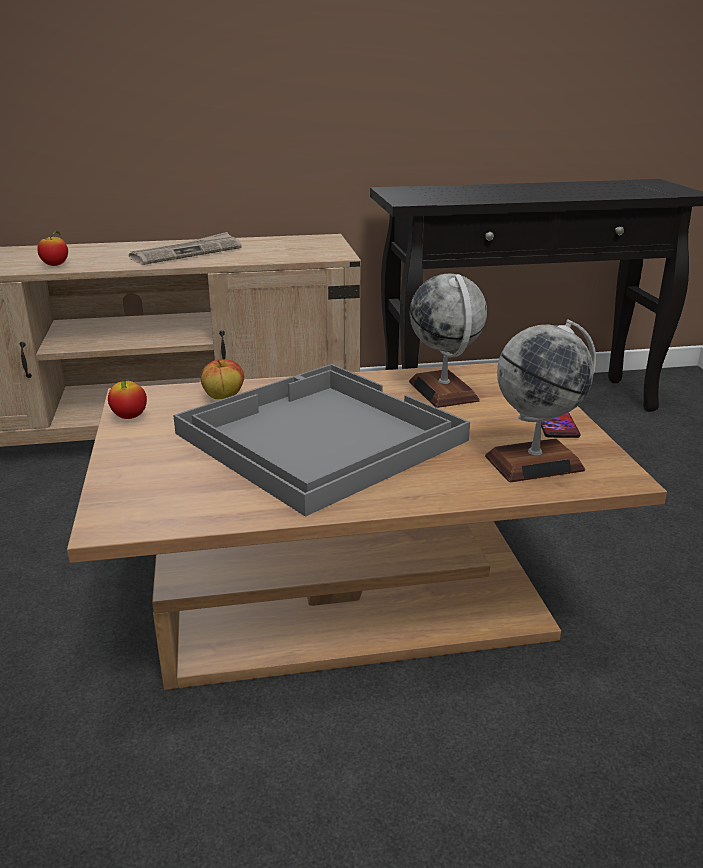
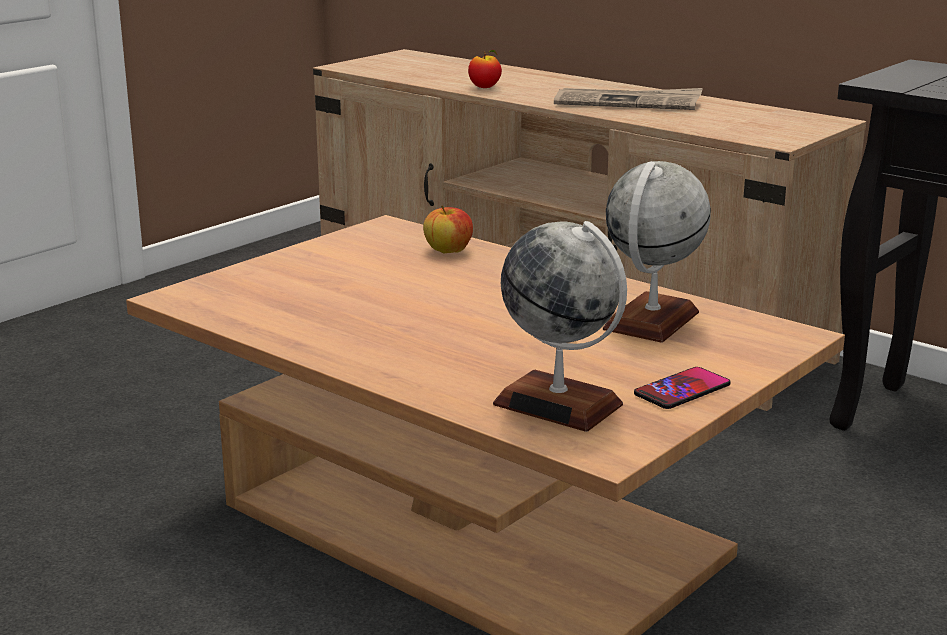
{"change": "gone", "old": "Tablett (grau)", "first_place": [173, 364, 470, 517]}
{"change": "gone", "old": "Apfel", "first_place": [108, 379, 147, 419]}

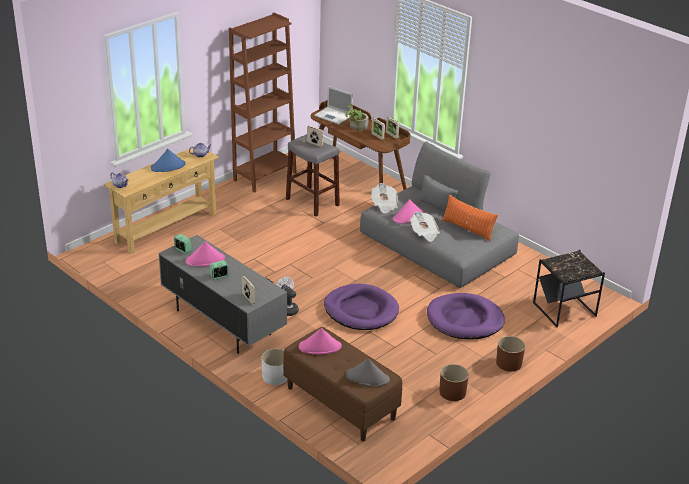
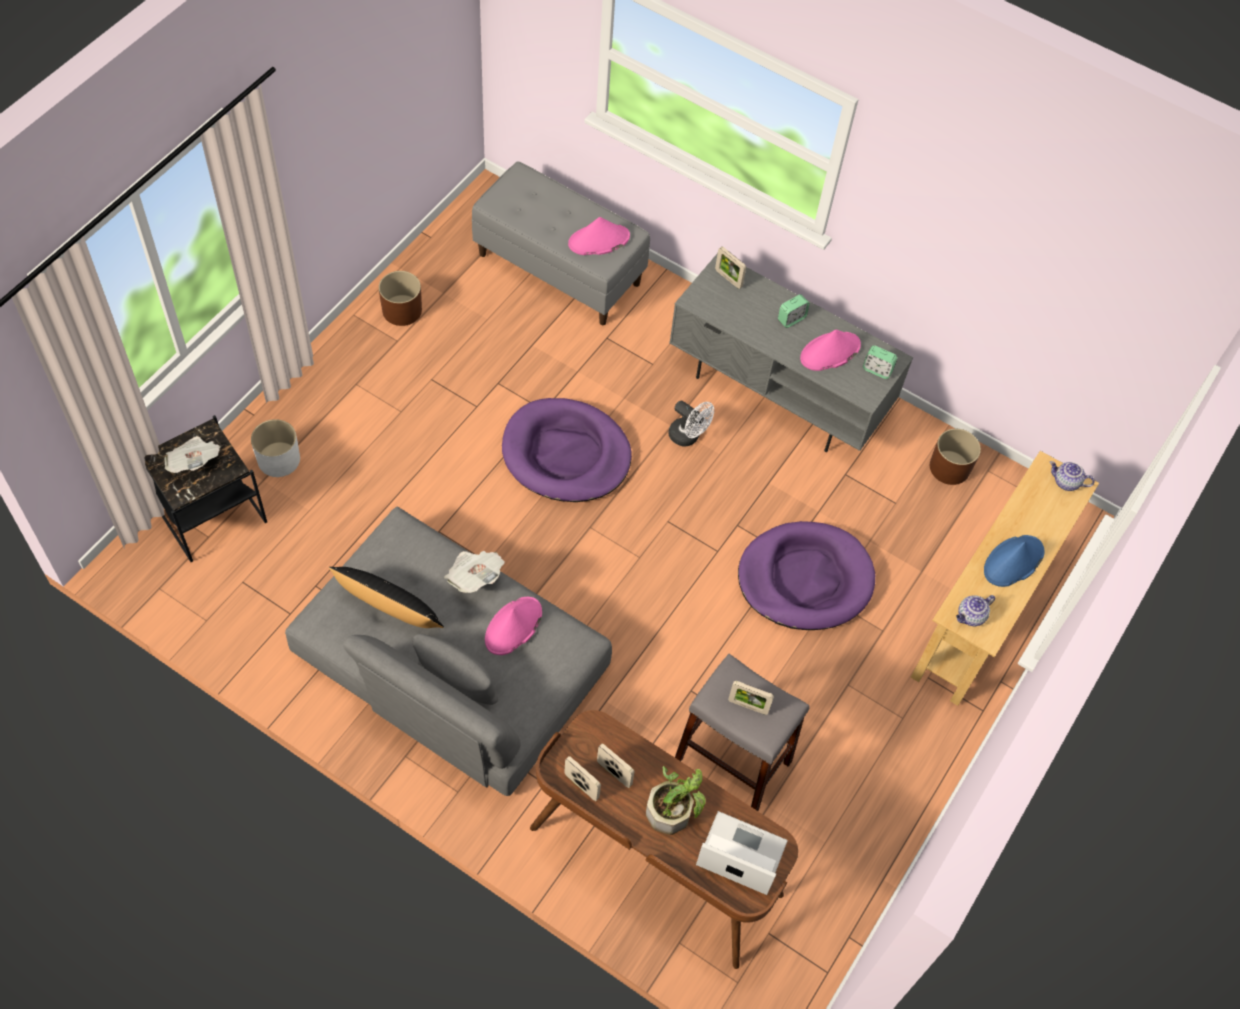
{"change": "gone", "old": "Bücherregal (braun)", "first_place": [229, 13, 296, 192]}
{"change": "shifted", "old": "Zeitung", "first_place": [371, 183, 398, 213], "second_place": [164, 436, 221, 473]}
{"change": "repainted", "old": "Kissen (orange)", "new": "Kissen (schwarz)", "first_place": [442, 195, 498, 241], "second_place": [329, 567, 444, 628]}
{"change": "shifted", "old": "Hundebett (lila)", "first_place": [427, 293, 505, 339], "second_place": [738, 521, 875, 630]}
{"change": "repainted", "old": "Bank (braun)", "new": "Bank (grau)", "first_place": [283, 327, 402, 441], "second_place": [472, 161, 650, 325]}
{"change": "shifted", "old": "Pflanzkübel (braun)", "first_place": [496, 336, 525, 372], "second_place": [930, 429, 981, 485]}
{"change": "shifted", "old": "Pflanzkübel (weiß)", "first_place": [262, 349, 287, 385], "second_place": [251, 419, 300, 477]}
{"change": "gone", "old": "Hut (grau)", "first_place": [346, 359, 390, 387]}

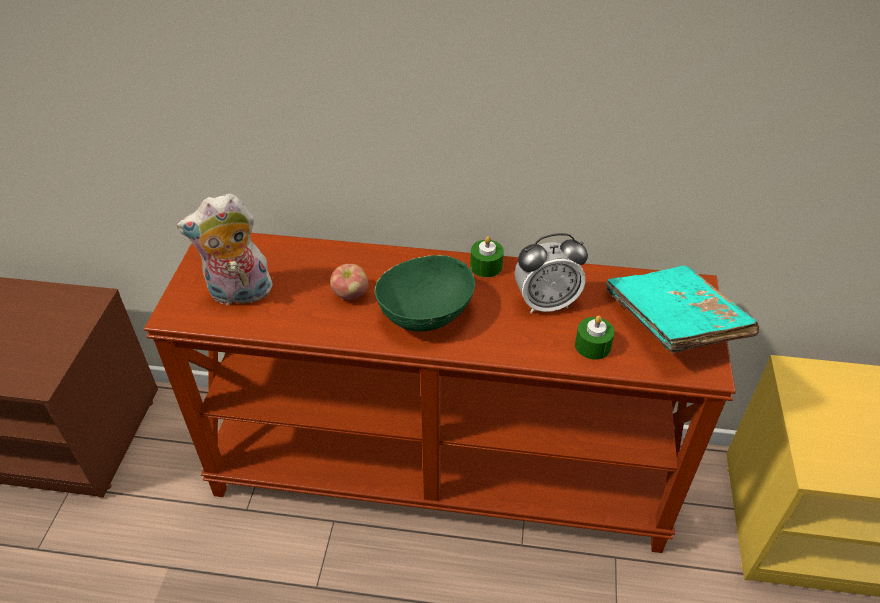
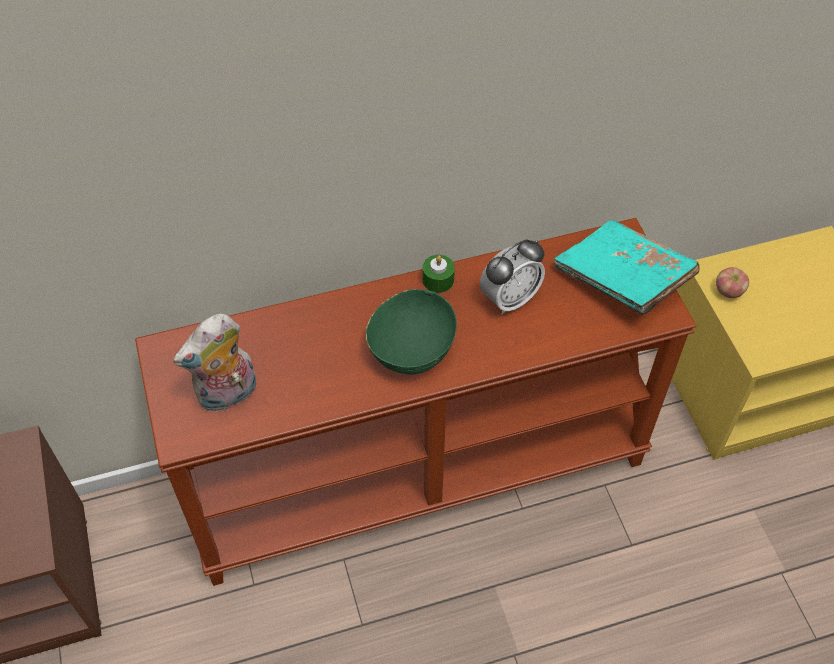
{"change": "shifted", "old": "Apfel", "first_place": [330, 264, 368, 300], "second_place": [716, 267, 749, 298]}
{"change": "gone", "old": "Kerze (grün)", "first_place": [575, 316, 615, 360]}

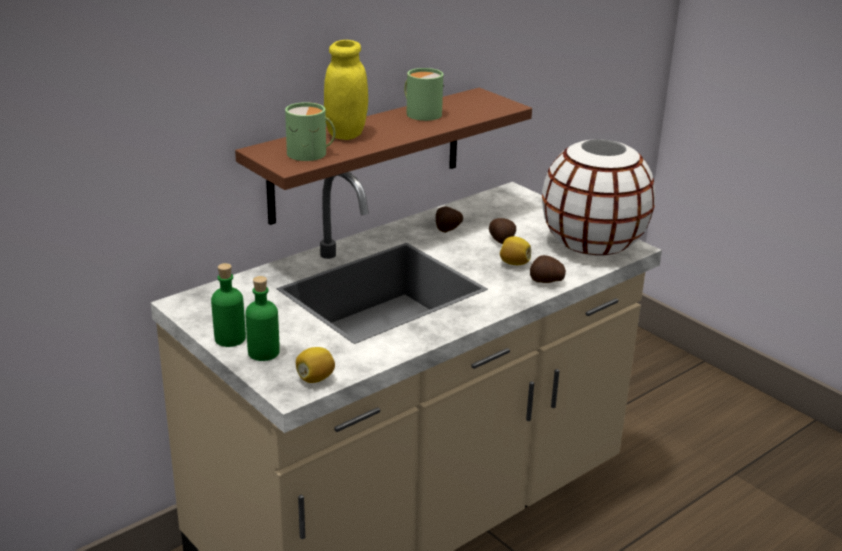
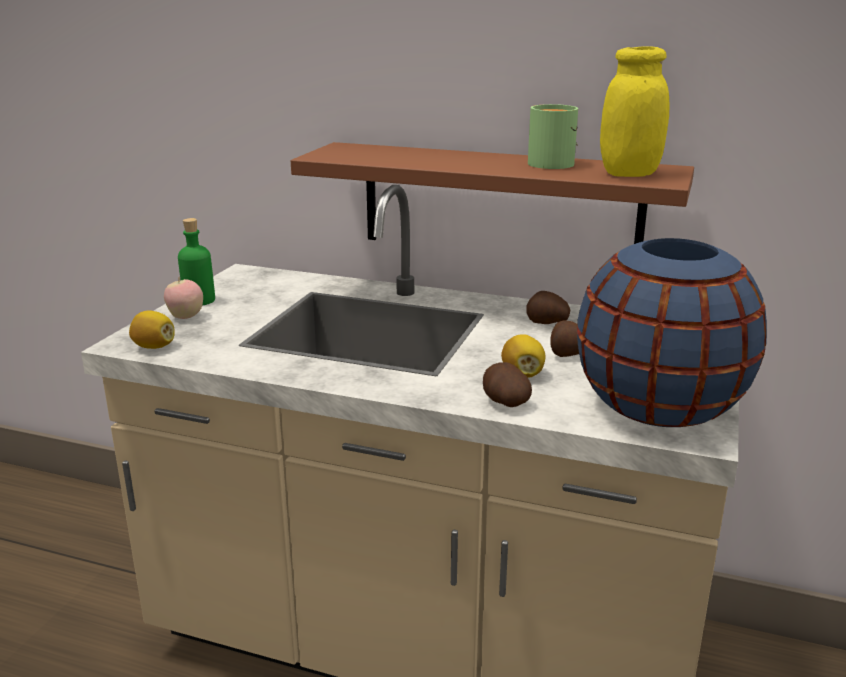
{"change": "shifted", "old": "Vorratsglas (gelb)", "first_place": [324, 40, 368, 140], "second_place": [600, 46, 669, 177]}
{"change": "gone", "old": "Henkelbecher (grün)", "first_place": [285, 102, 336, 161]}
{"change": "repainted", "old": "Vase (weiß)", "new": "Vase (blau)", "first_place": [542, 139, 655, 256], "second_place": [577, 238, 767, 427]}
{"change": "swapped", "old": "Flasche (grün)", "new": "Apfel", "first_place": [245, 276, 280, 361], "second_place": [164, 278, 203, 319]}

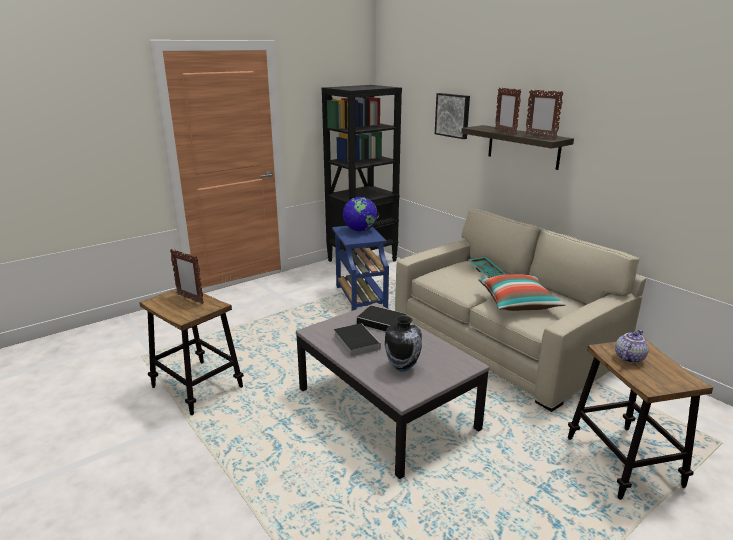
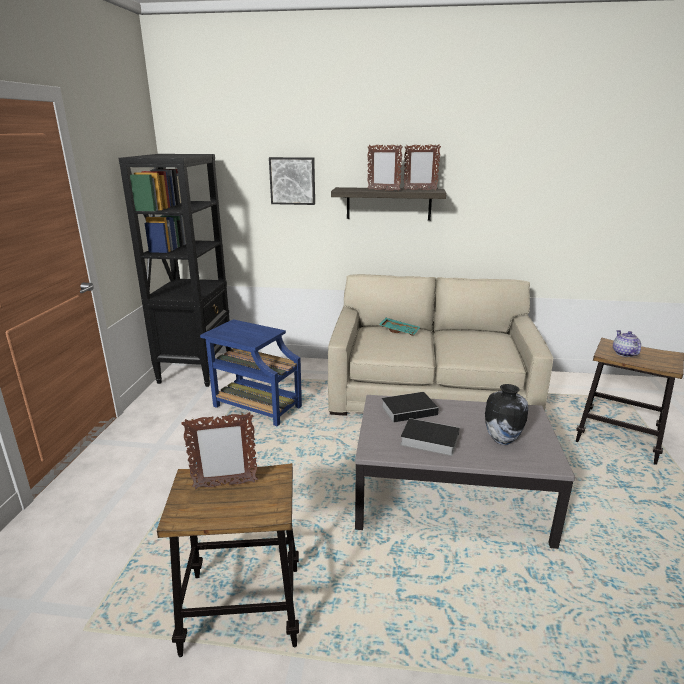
{"change": "gone", "old": "Globus", "first_place": [343, 197, 377, 231]}
{"change": "gone", "old": "Kissen", "first_place": [478, 275, 566, 311]}

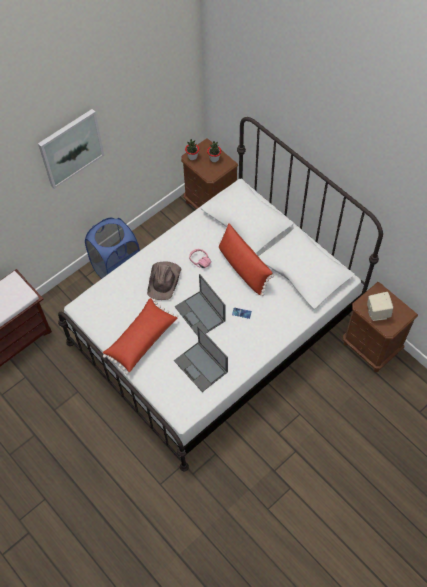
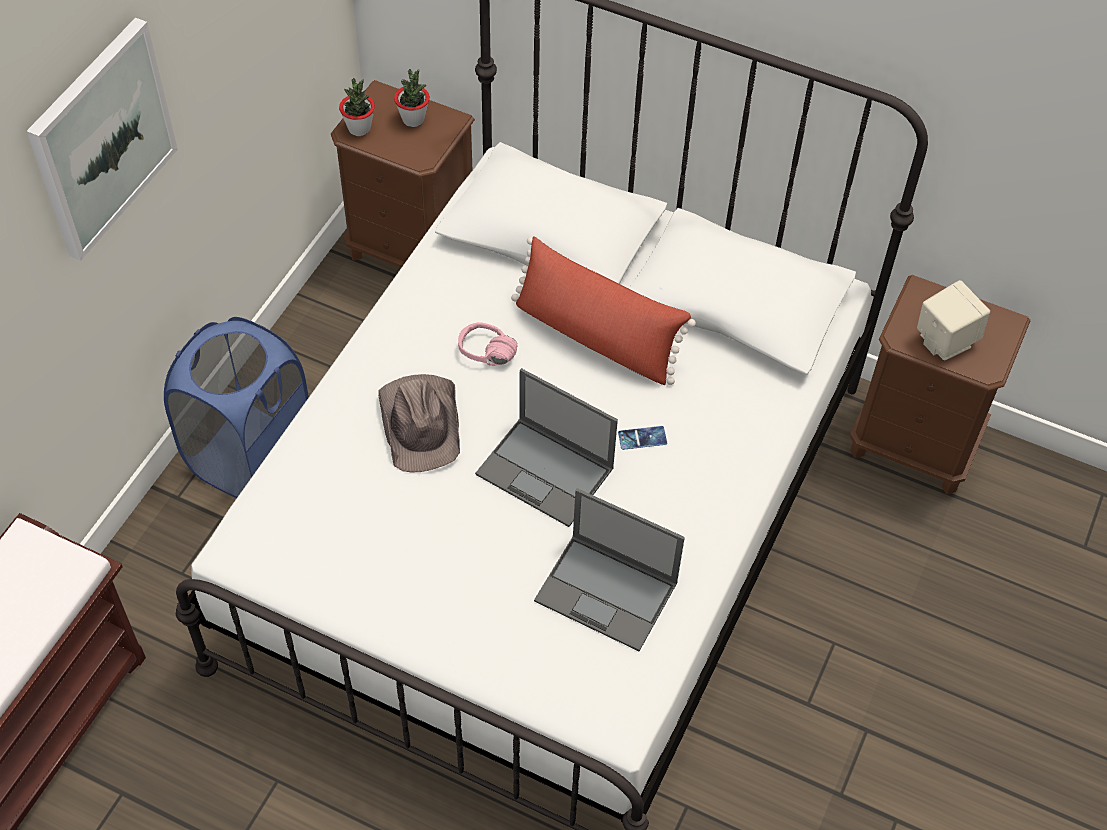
{"change": "gone", "old": "Kissen (rot)", "first_place": [103, 298, 178, 375]}

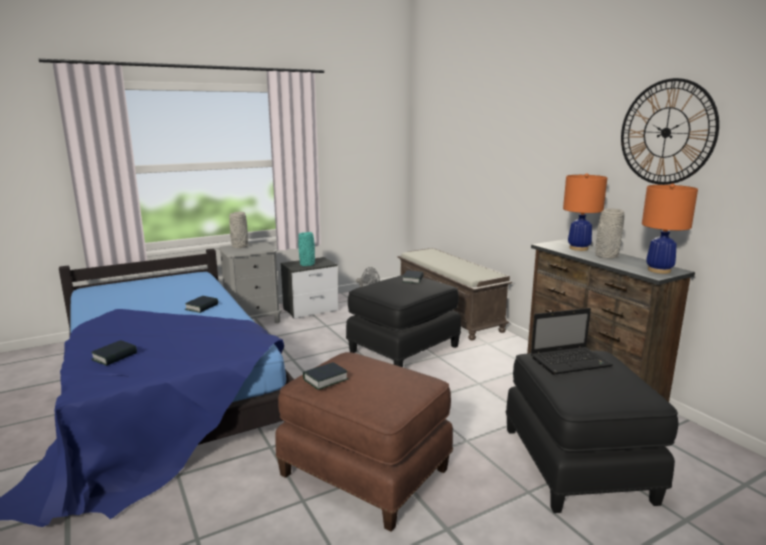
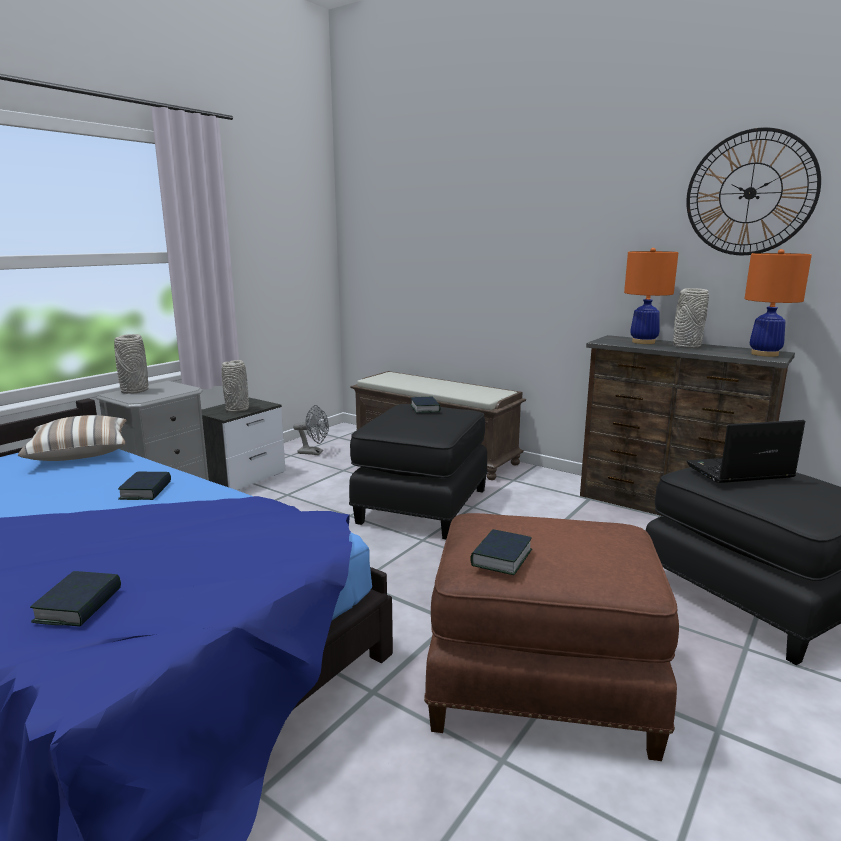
{"change": "repainted", "old": "Vase (türkis)", "new": "Vase (grau)", "first_place": [298, 232, 315, 266], "second_place": [222, 360, 249, 412]}
{"change": "rotated", "old": "Laptop", "first_place": [531, 308, 613, 375], "second_place": [687, 420, 805, 483], "degrees": -150}
{"change": "new", "new": "Kissen", "second_place": [18, 415, 127, 461]}

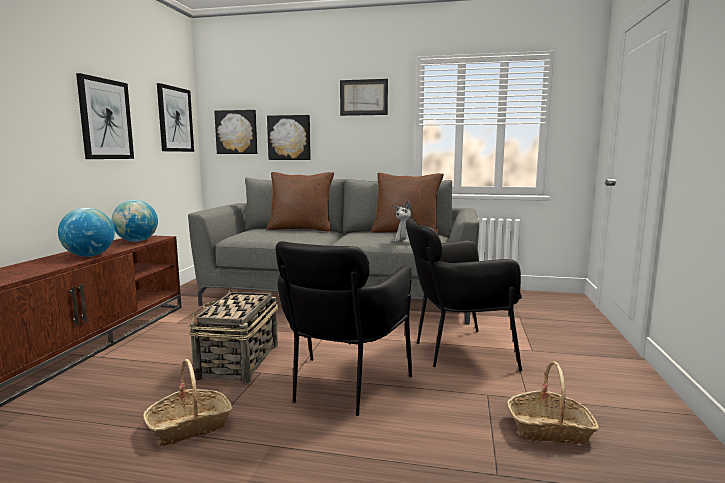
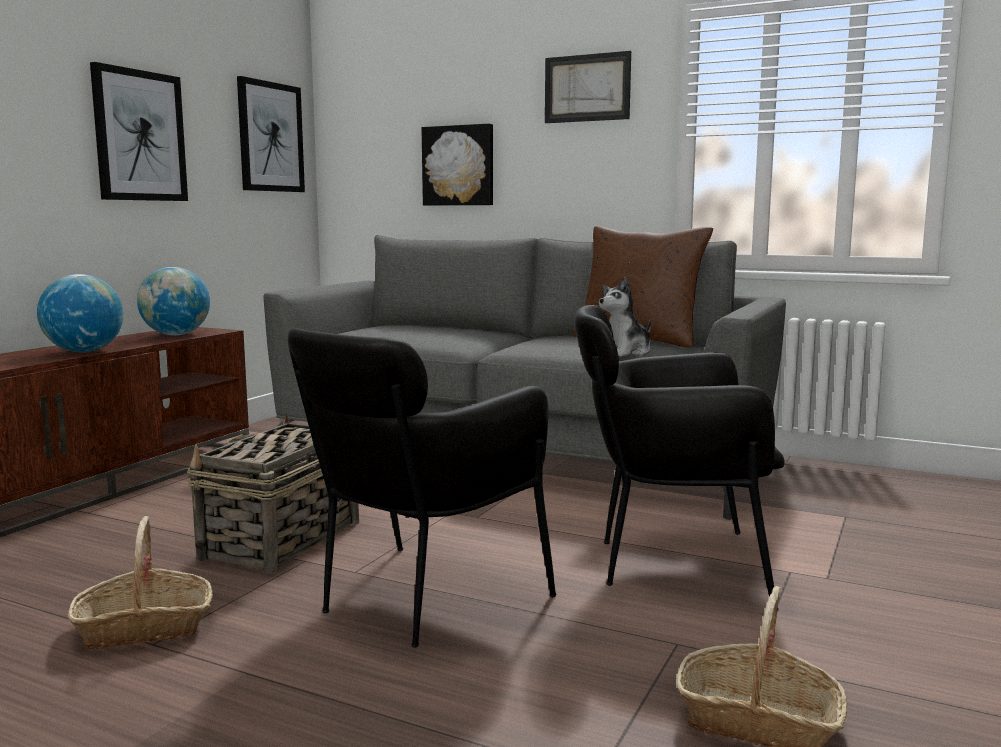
{"change": "gone", "old": "Bild", "first_place": [214, 110, 257, 154]}
{"change": "gone", "old": "Kissen (braun)", "first_place": [267, 172, 334, 231]}

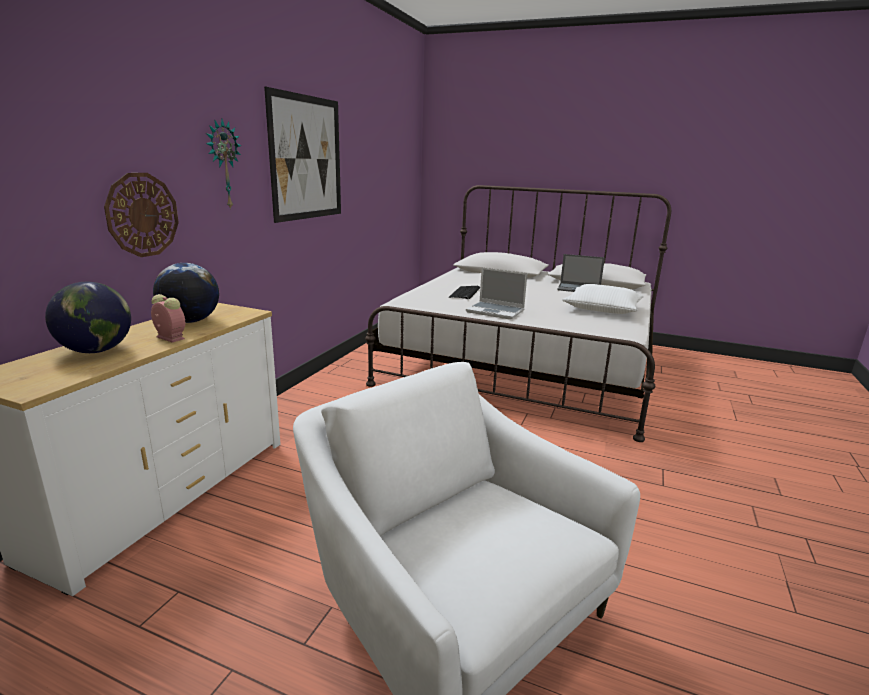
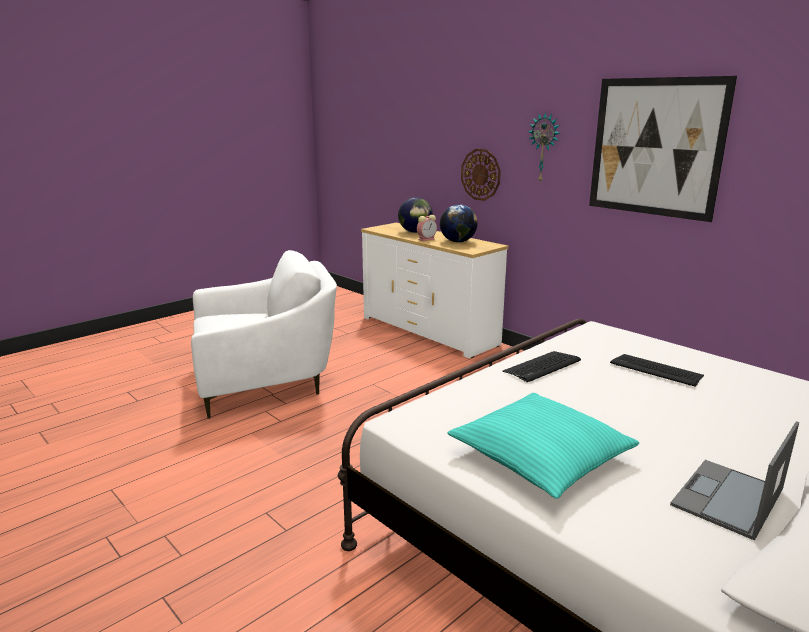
{"change": "swapped", "old": "Laptop", "new": "Tastatur", "first_place": [466, 267, 527, 320], "second_place": [503, 351, 581, 382]}
{"change": "repainted", "old": "Kissen (weiß)", "new": "Kissen (türkis)", "first_place": [562, 284, 644, 314], "second_place": [447, 393, 639, 499]}

